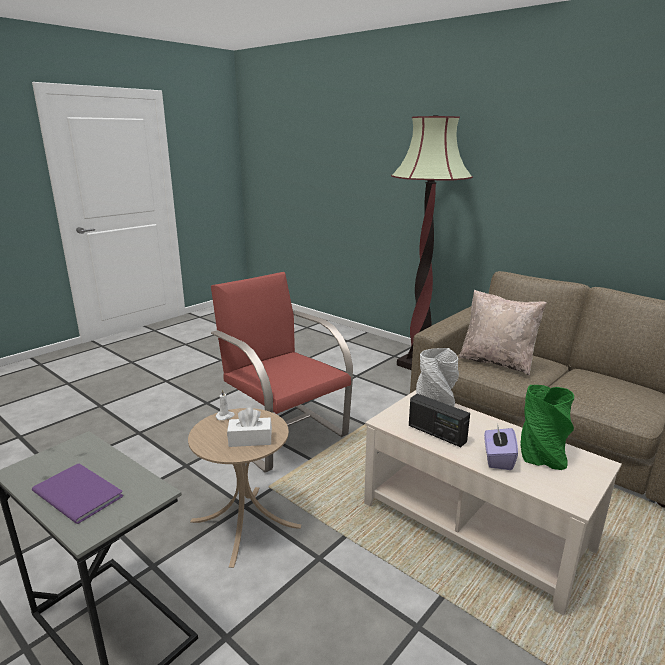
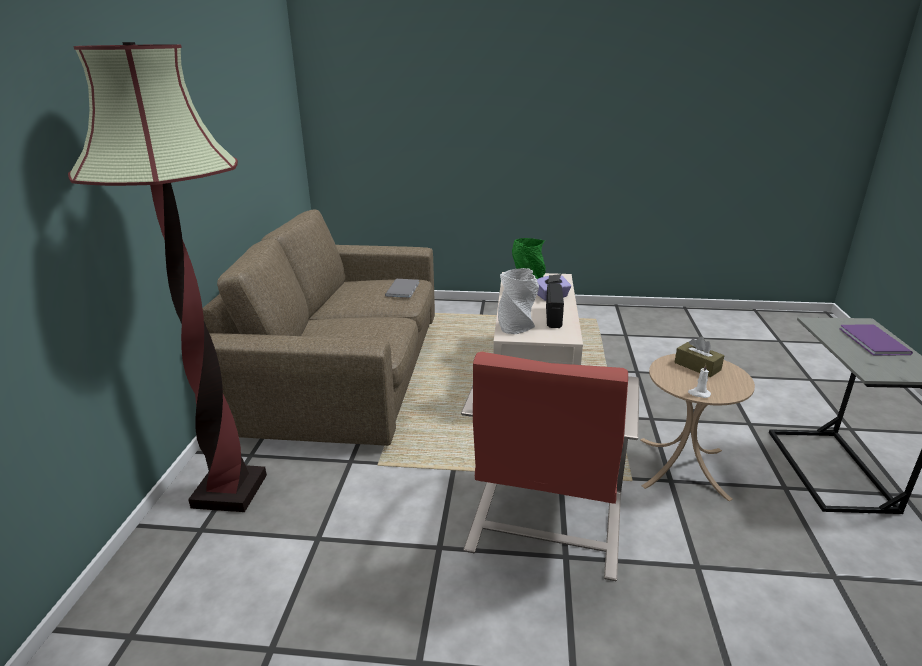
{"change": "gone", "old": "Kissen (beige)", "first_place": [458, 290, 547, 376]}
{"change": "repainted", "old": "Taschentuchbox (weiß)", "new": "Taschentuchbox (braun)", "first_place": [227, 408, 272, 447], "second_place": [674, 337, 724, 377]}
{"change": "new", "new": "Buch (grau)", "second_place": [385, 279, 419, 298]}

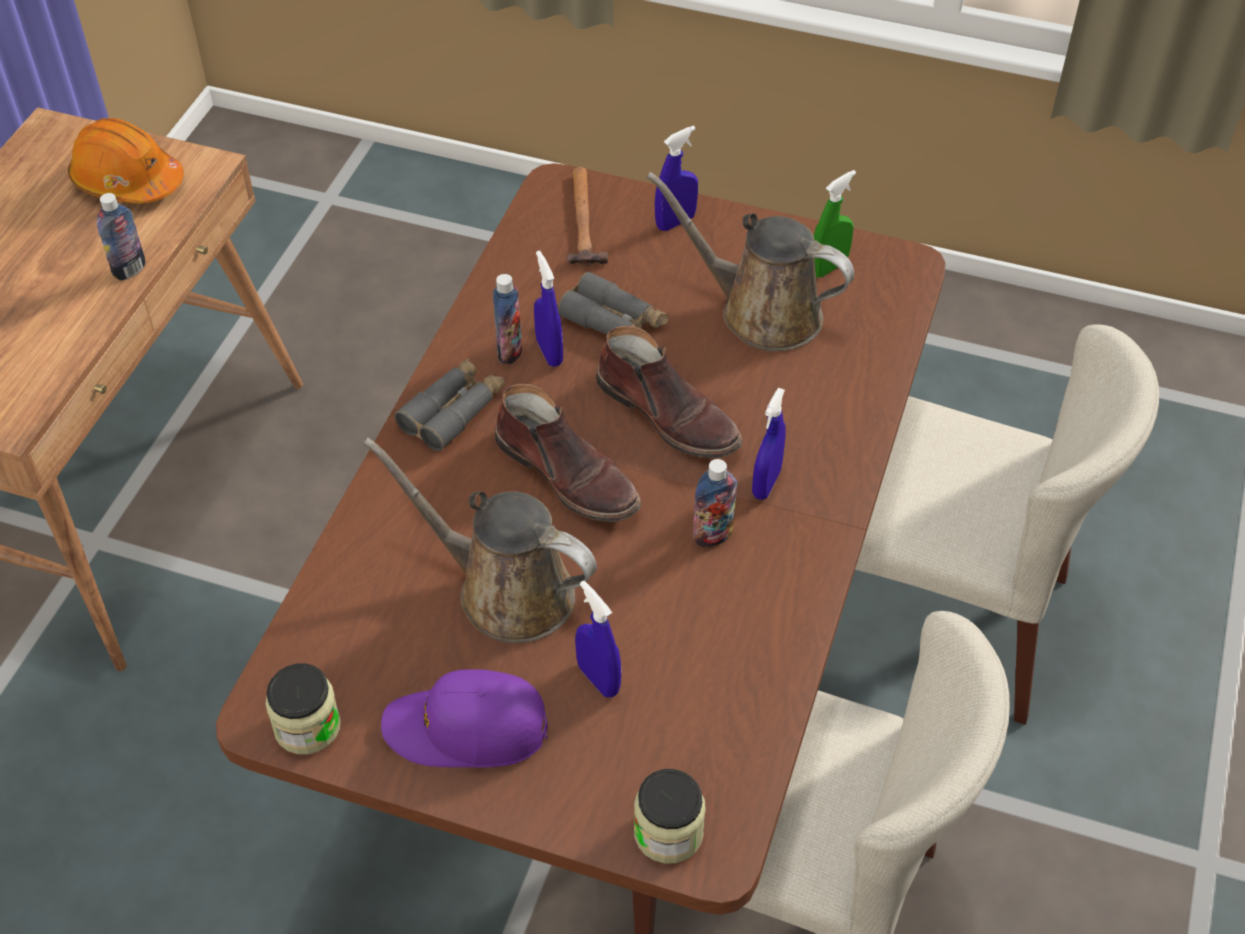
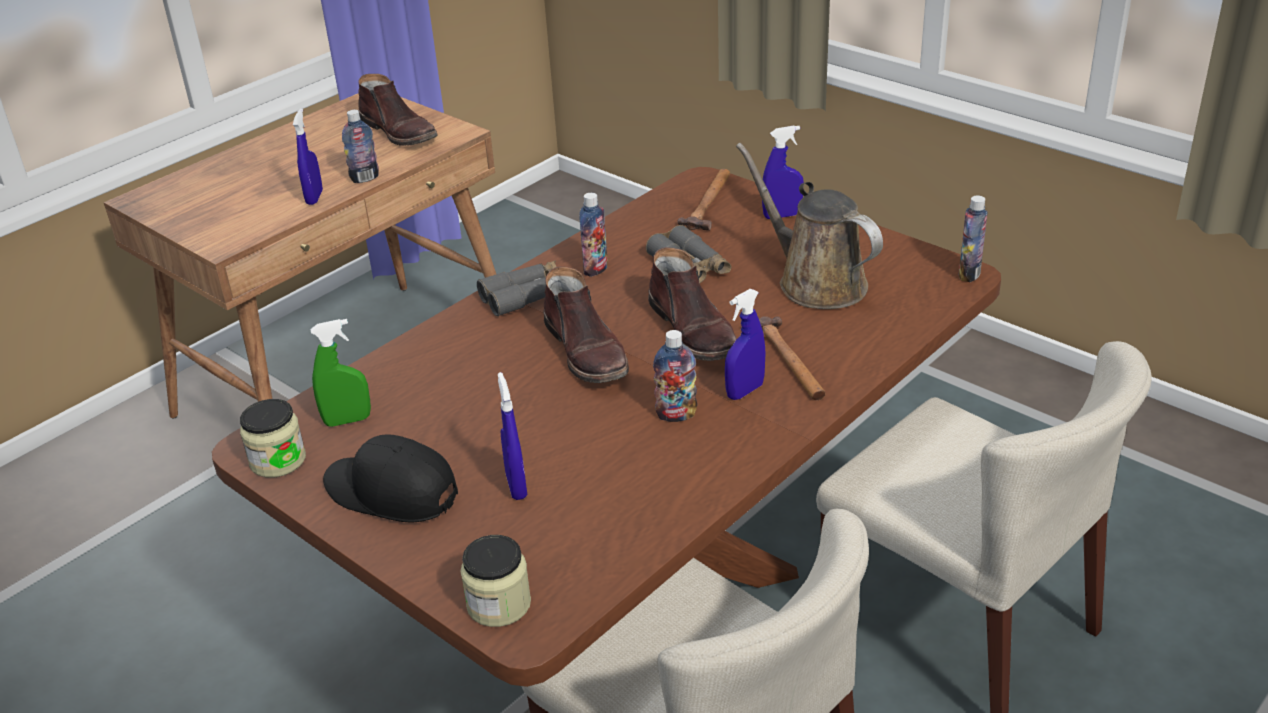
{"change": "swapped", "old": "Schutzhelm (orange)", "new": "Stiefel (braun)", "first_place": [68, 118, 184, 203], "second_place": [358, 74, 437, 146]}
{"change": "shifted", "old": "Sprühflasche (grün)", "first_place": [814, 170, 856, 277], "second_place": [311, 319, 371, 427]}
{"change": "shifted", "old": "Sprühflasche (blau)", "first_place": [534, 251, 563, 367], "second_place": [293, 108, 323, 205]}
{"change": "gone", "old": "Gießkanne (braun)", "first_place": [363, 438, 597, 643]}
{"change": "repainted", "old": "Kappe (lila)", "new": "Kappe (schwarz)", "first_place": [381, 669, 548, 768], "second_place": [323, 434, 458, 522]}
{"change": "new", "new": "Flasche", "second_place": [959, 196, 988, 282]}
{"change": "new", "new": "Hammer", "second_place": [759, 316, 825, 400]}

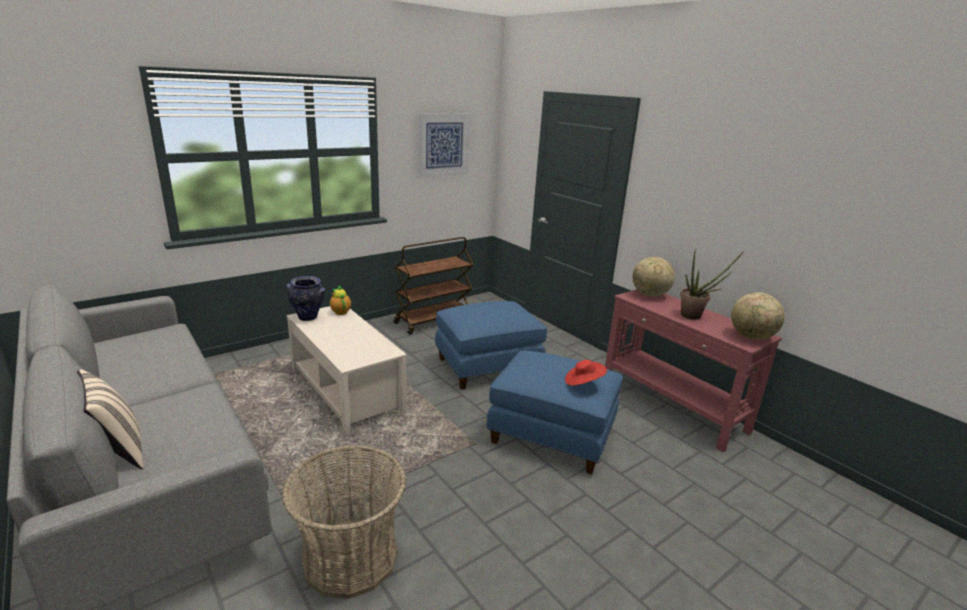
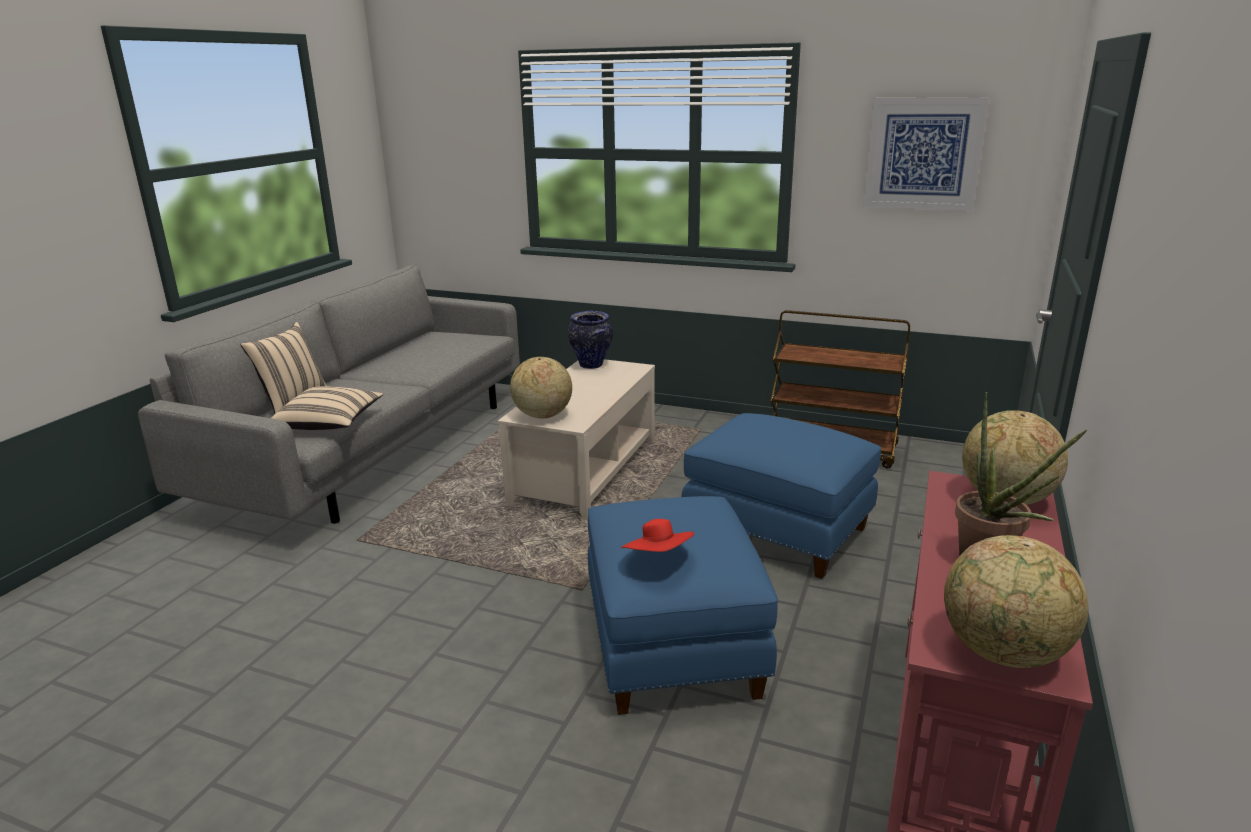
{"change": "gone", "old": "Teekanne", "first_place": [330, 285, 351, 315]}
{"change": "gone", "old": "Korb", "first_place": [282, 445, 407, 599]}
{"change": "new", "new": "Globus", "second_place": [510, 357, 572, 419]}
{"change": "new", "new": "Kissen (beige)", "second_place": [272, 386, 383, 430]}

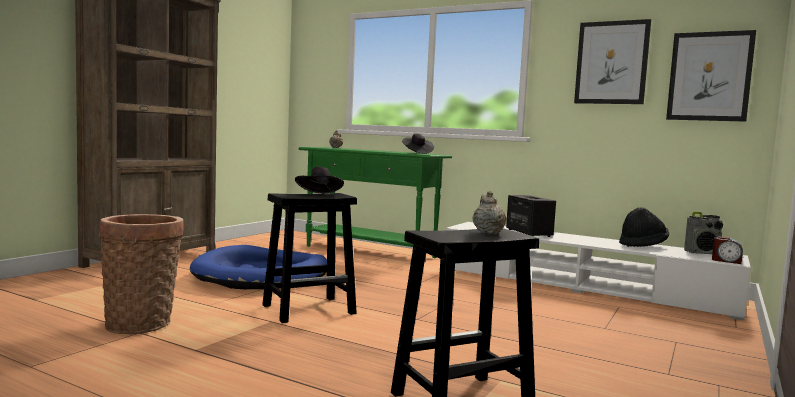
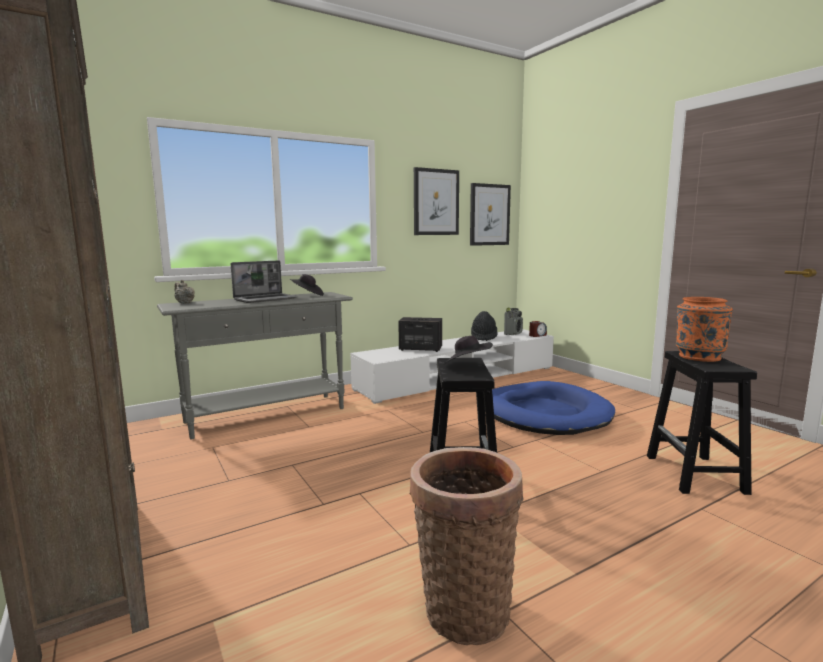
{"change": "repainted", "old": "Konsolentisch (grün)", "new": "Konsolentisch (grau)", "first_place": [299, 147, 452, 258], "second_place": [157, 292, 353, 440]}
{"change": "swapped", "old": "Teekanne (beige)", "new": "Vase (orange)", "first_place": [473, 191, 507, 235], "second_place": [676, 297, 733, 362]}
{"change": "shifted", "old": "Hundebett (blau)", "first_place": [190, 245, 327, 289], "second_place": [492, 381, 615, 435]}
{"change": "new", "new": "Laptop", "second_place": [231, 260, 297, 303]}

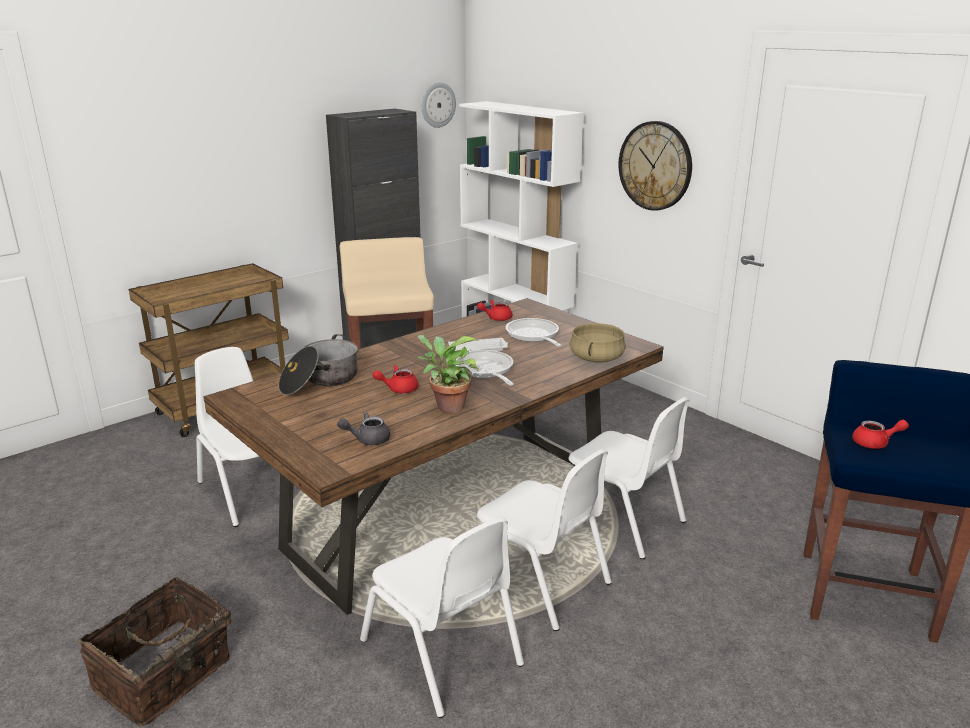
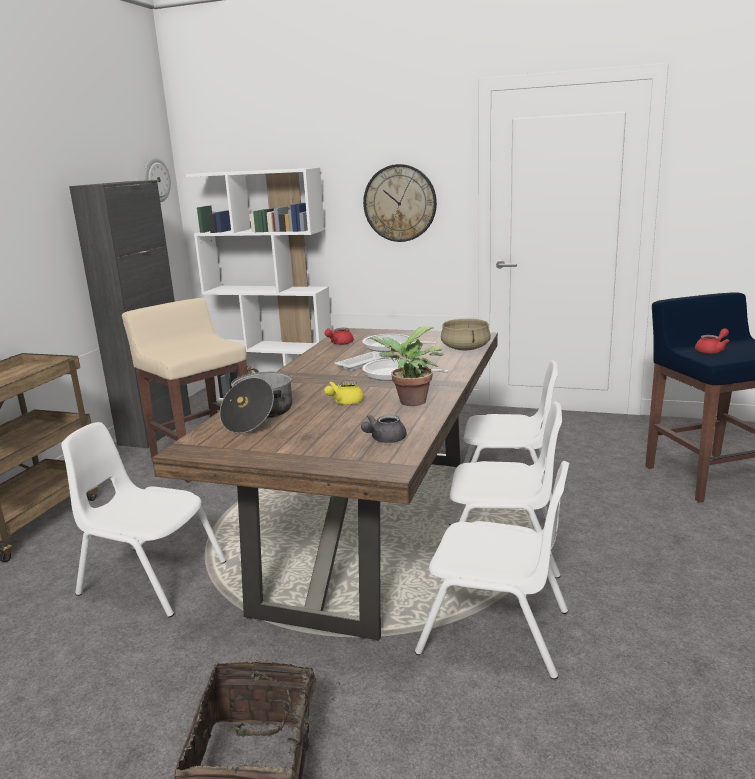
{"change": "repainted", "old": "Teekanne (rot)", "new": "Teekanne (gelb)", "first_place": [373, 365, 419, 393], "second_place": [324, 381, 364, 405]}

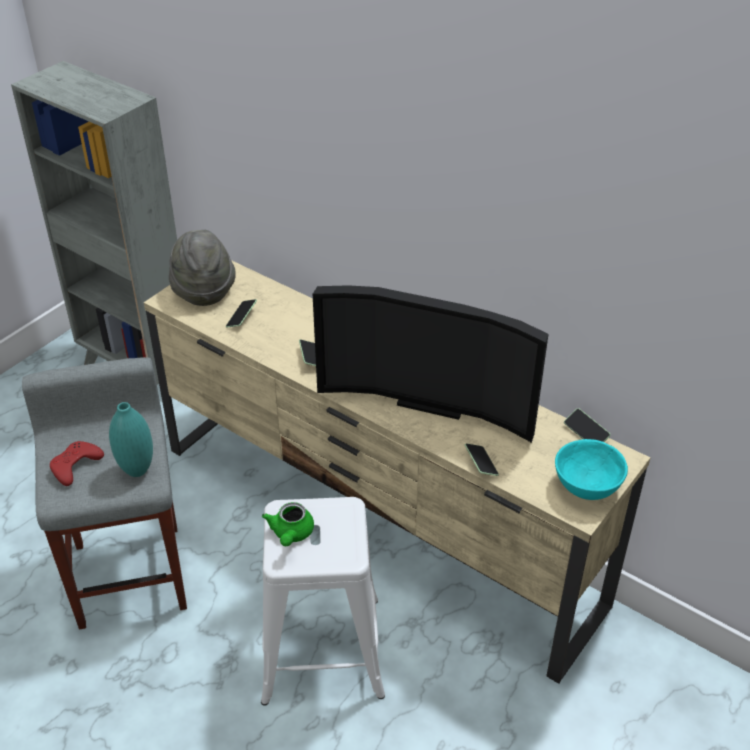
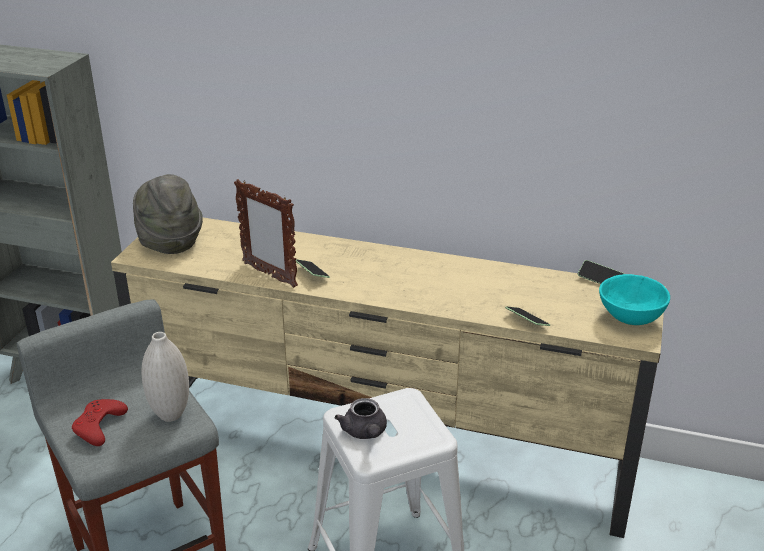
{"change": "gone", "old": "Fernseher", "first_place": [313, 285, 549, 443]}
{"change": "gone", "old": "Handy", "first_place": [226, 299, 257, 328]}
{"change": "repainted", "old": "Vase (türkis)", "new": "Vase (weiß)", "first_place": [109, 402, 153, 477], "second_place": [141, 332, 189, 422]}
{"change": "repainted", "old": "Teekanne (grün)", "new": "Teekanne (grau)", "first_place": [262, 502, 314, 546], "second_place": [335, 398, 387, 439]}
{"change": "new", "new": "Bilderrahmen", "second_place": [234, 179, 298, 288]}

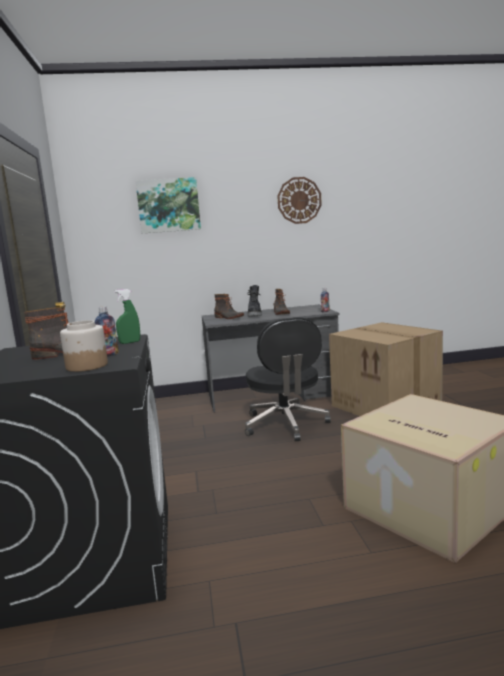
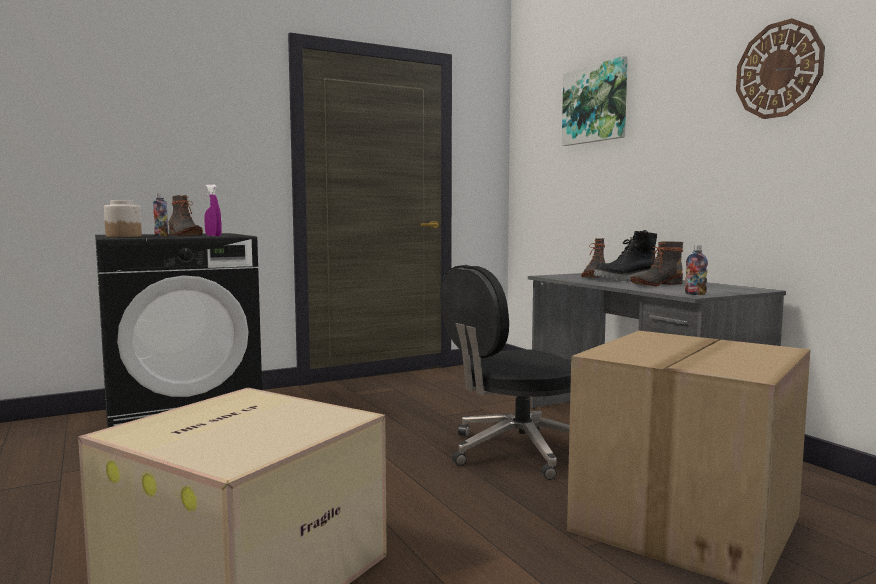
{"change": "repainted", "old": "Sprühflasche (grün)", "new": "Sprühflasche (lila)", "first_place": [114, 289, 140, 344], "second_place": [204, 184, 222, 236]}

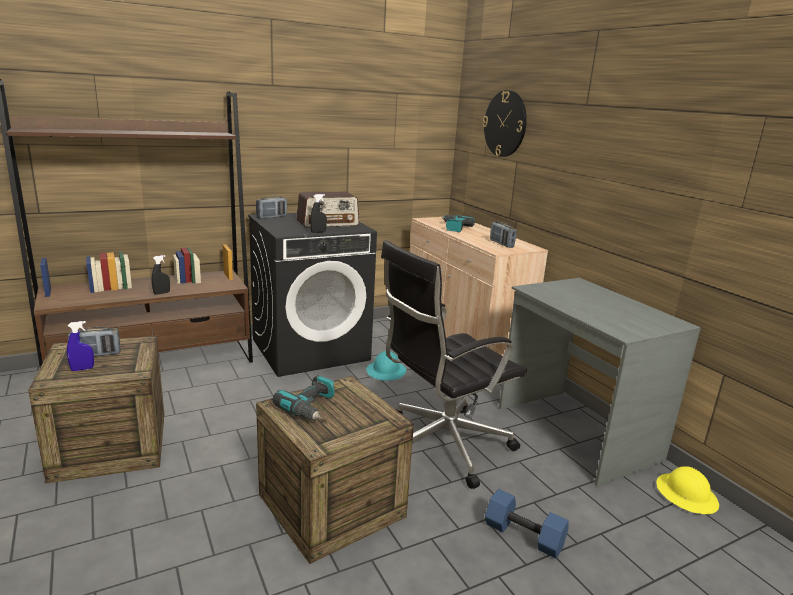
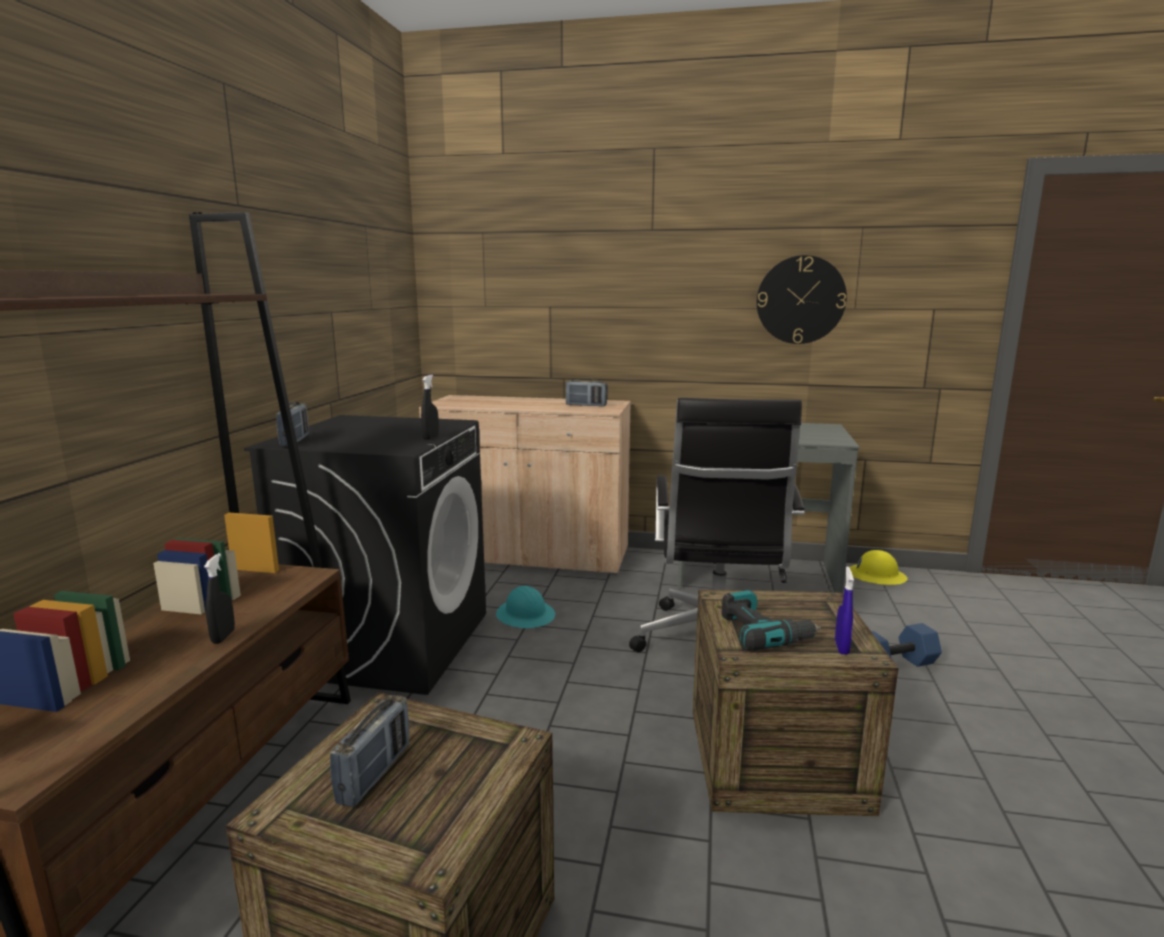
{"change": "shifted", "old": "Wanduhr", "first_place": [483, 90, 527, 157], "second_place": [757, 255, 847, 344]}
{"change": "gone", "old": "Radio", "first_place": [296, 192, 359, 228]}
{"change": "gone", "old": "Bohrmaschine", "first_place": [441, 215, 475, 232]}
{"change": "shifted", "old": "Sprühflasche (blau)", "first_place": [67, 321, 94, 371], "second_place": [835, 566, 854, 655]}

